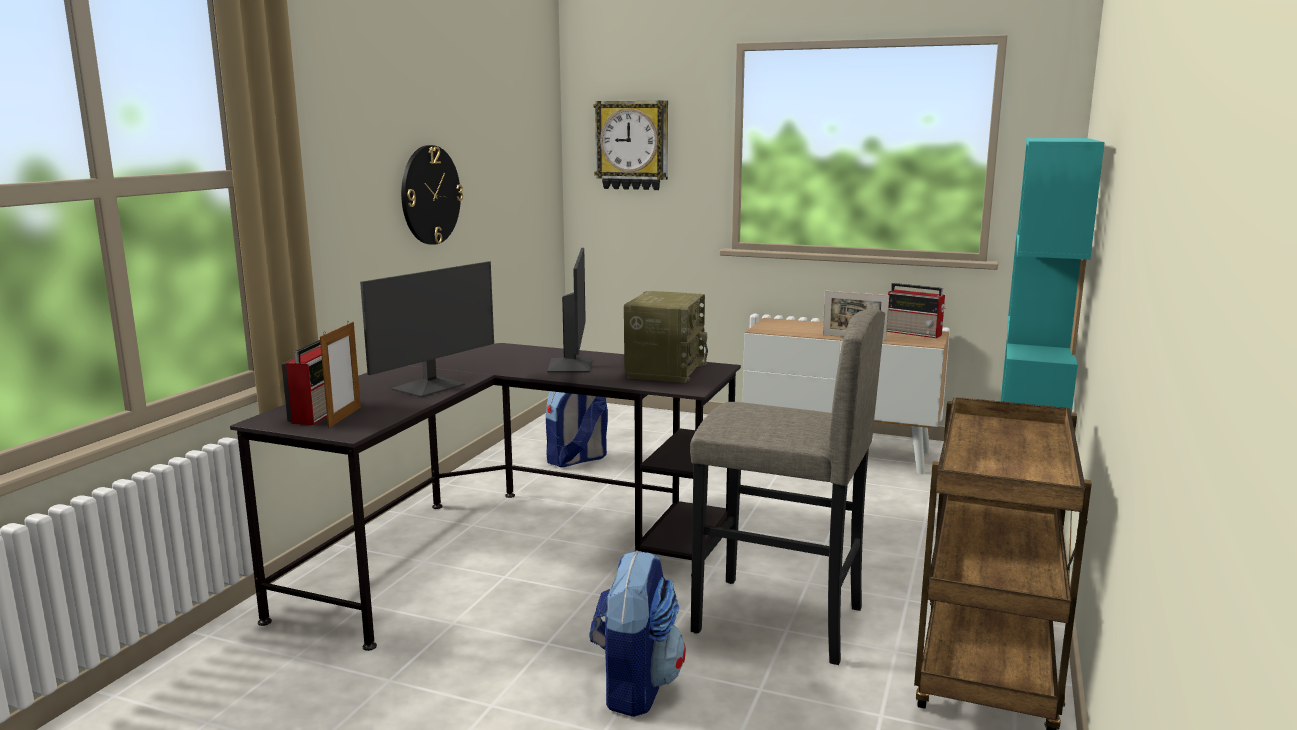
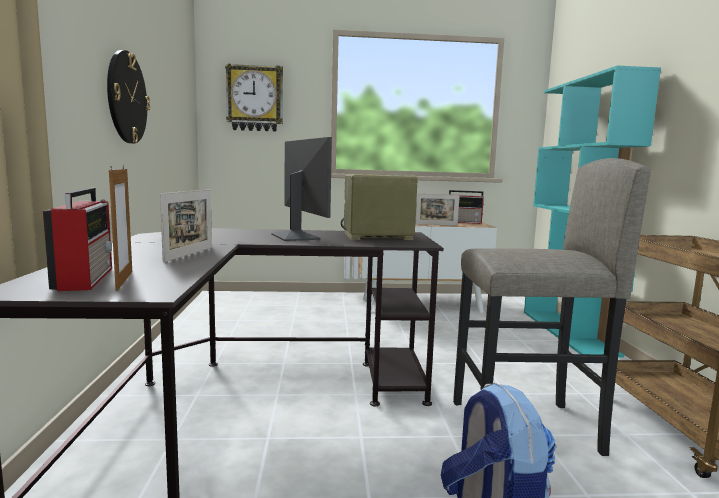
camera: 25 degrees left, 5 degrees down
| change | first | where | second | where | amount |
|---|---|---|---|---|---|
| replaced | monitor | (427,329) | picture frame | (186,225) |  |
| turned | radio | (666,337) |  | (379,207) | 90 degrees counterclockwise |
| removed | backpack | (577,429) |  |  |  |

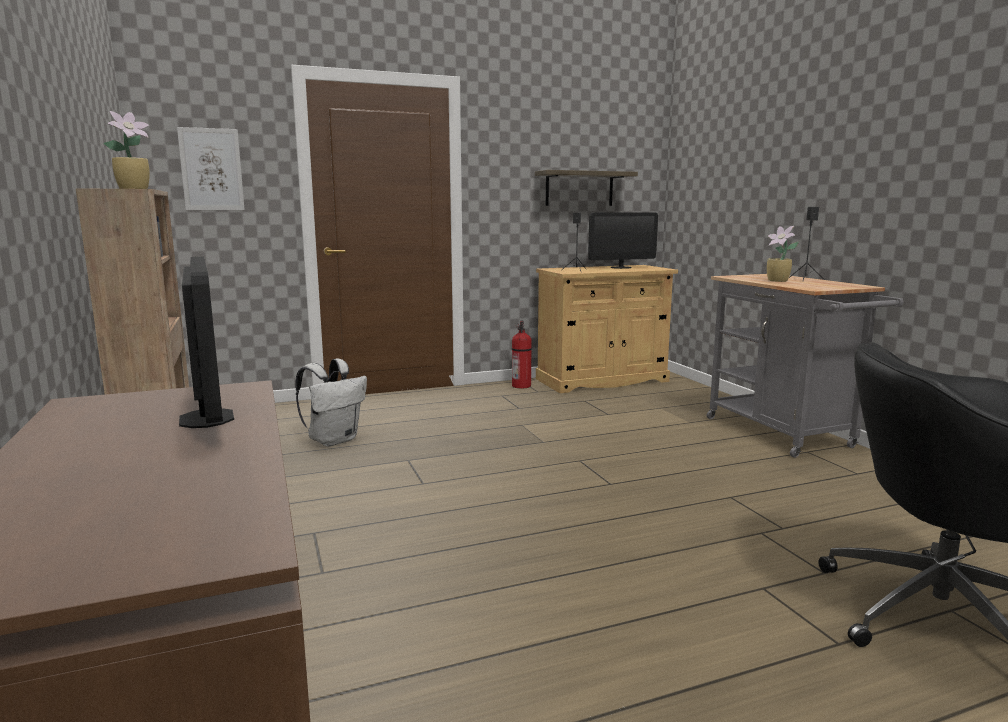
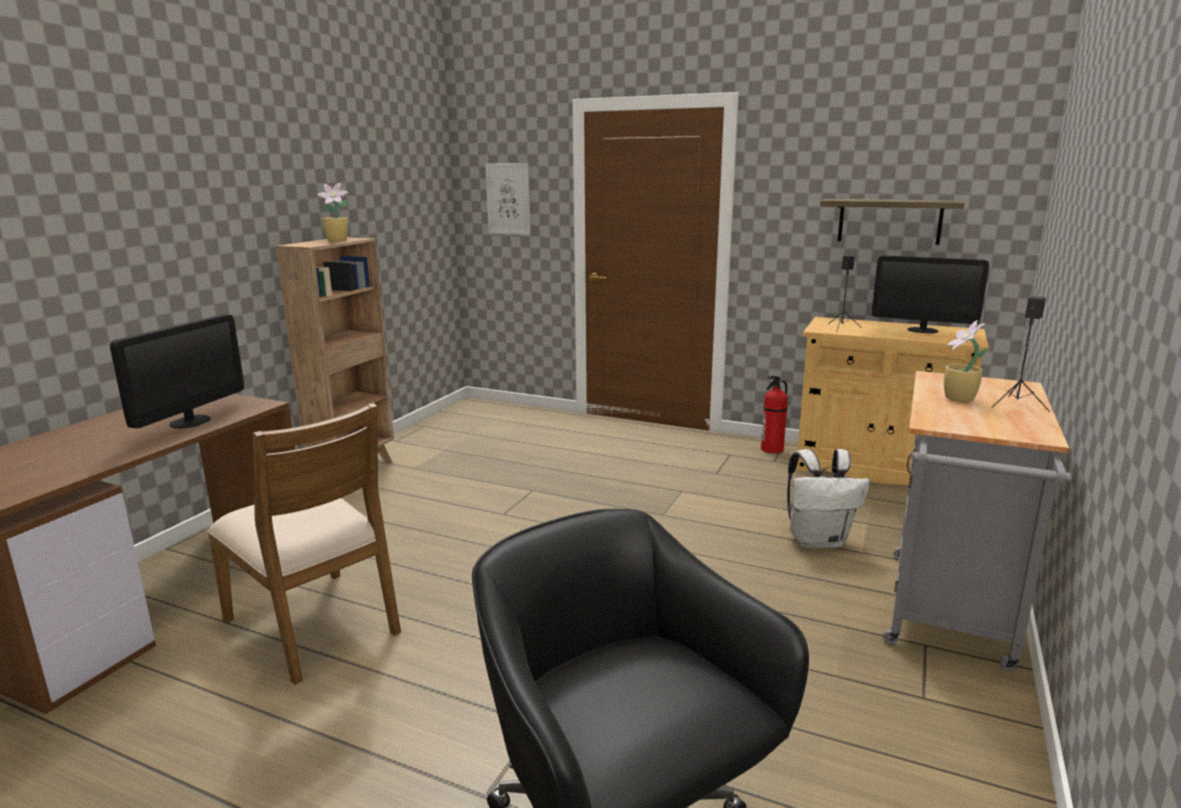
camera: 45 degrees right, 5 degrees up
| change | first | where | second | where | amount |
|---|---|---|---|---|---|
| moved | backpack (white) | (331,403) |  | (828,498) |  |
| added |  |  | chair (brown) | (304,544) |  |

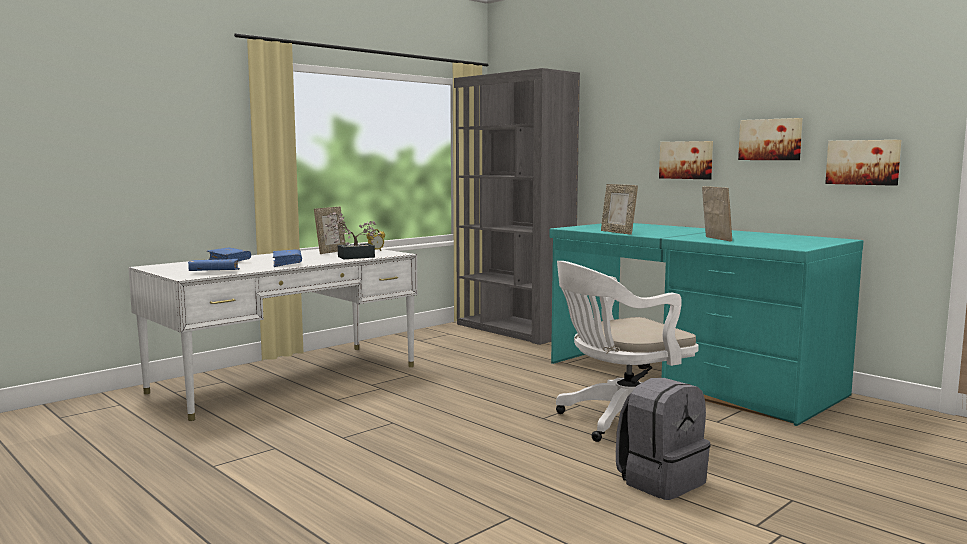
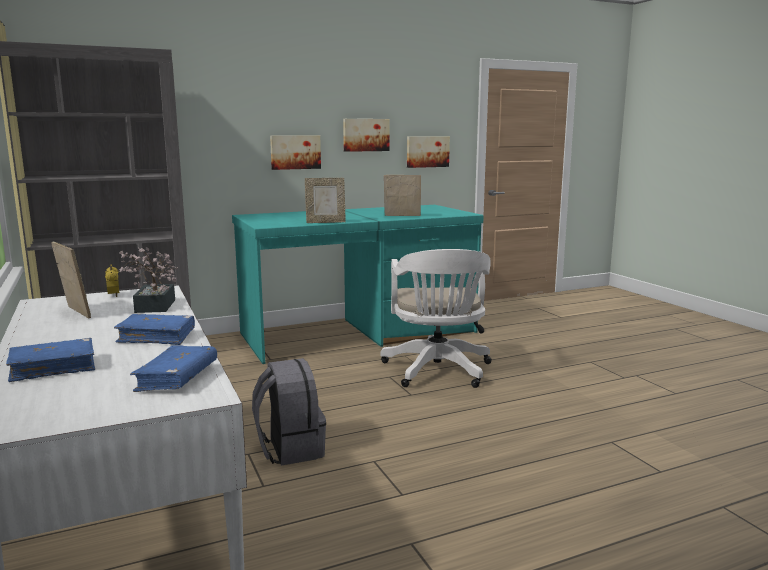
camera: 70 degrees left, 5 degrees up
| change | first | where | second | where | amount |
|---|---|---|---|---|---|
| moved | backpack (grey) | (663,439) |  | (289,412) |  |

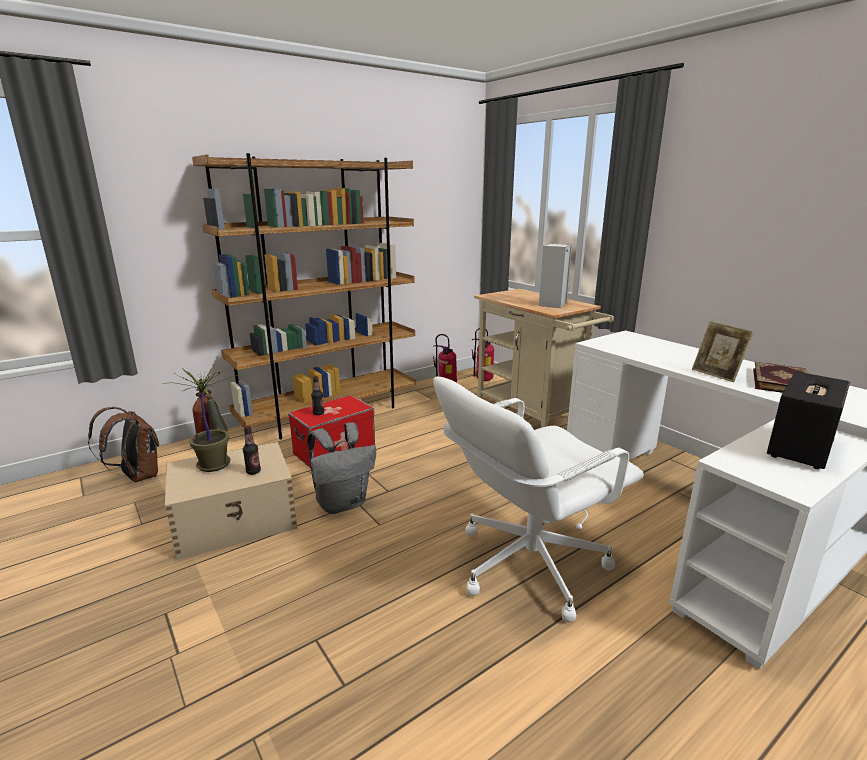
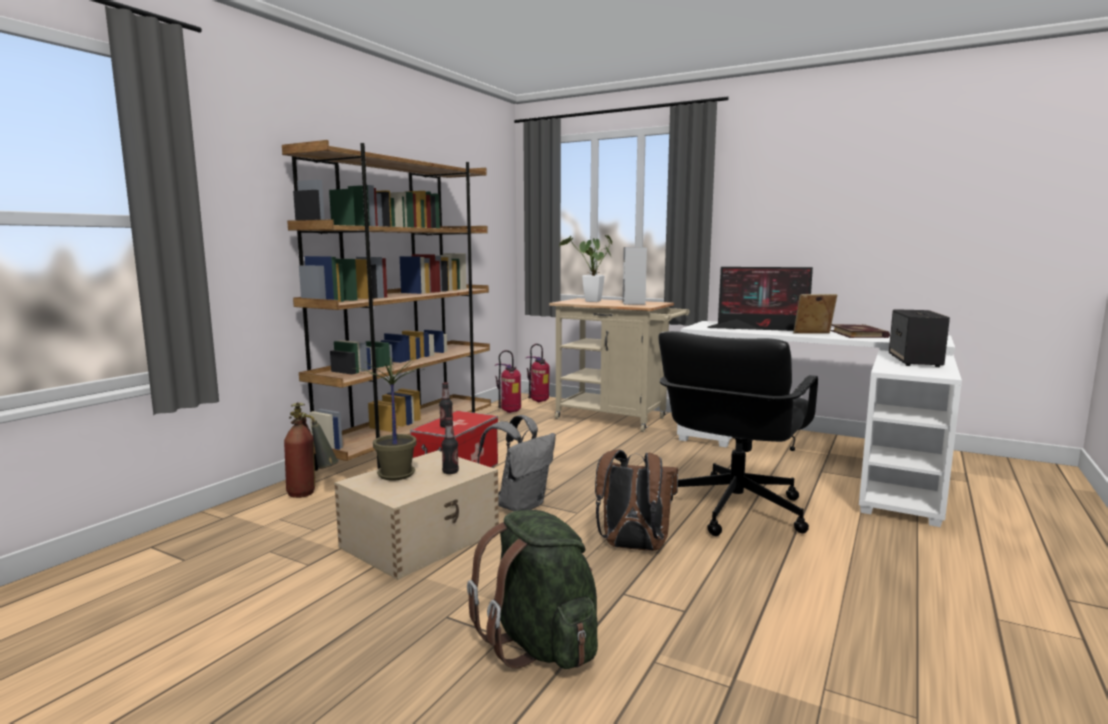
camera: 25 degrees left, 10 degrees down
| change | first | where | second | where | amount |
|---|---|---|---|---|---|
| turned | picture frame | (723,351) |  | (815,314) | 150 degrees clockwise |
| recoloured | office chair (white) | (538,500) | office chair (black) | (738,433) |  |
| moved | backpack (brown) | (123,444) |  | (636,500) |  |
| added |  |  | potted plant | (585,268) |  |
| added |  |  | monitor | (760,299) |  |
| added |  |  | backpack (green) | (532,589) |  |

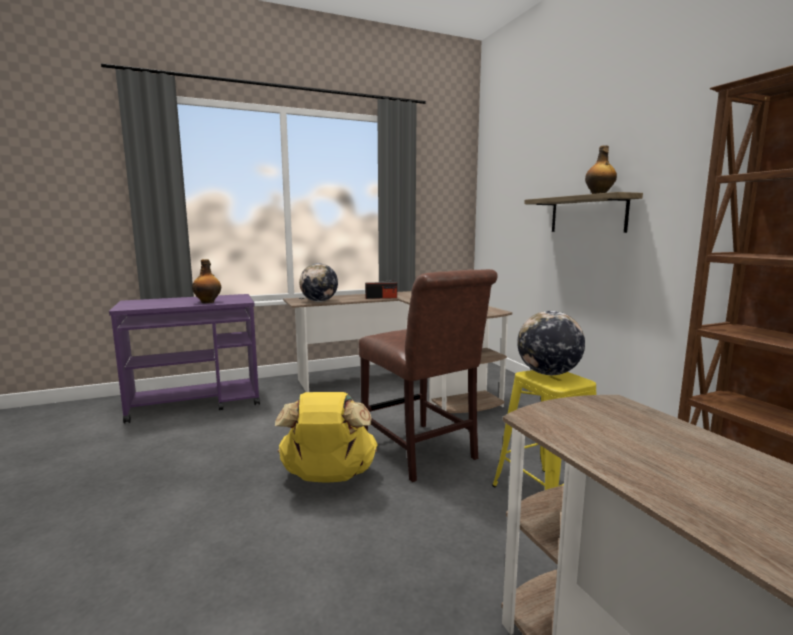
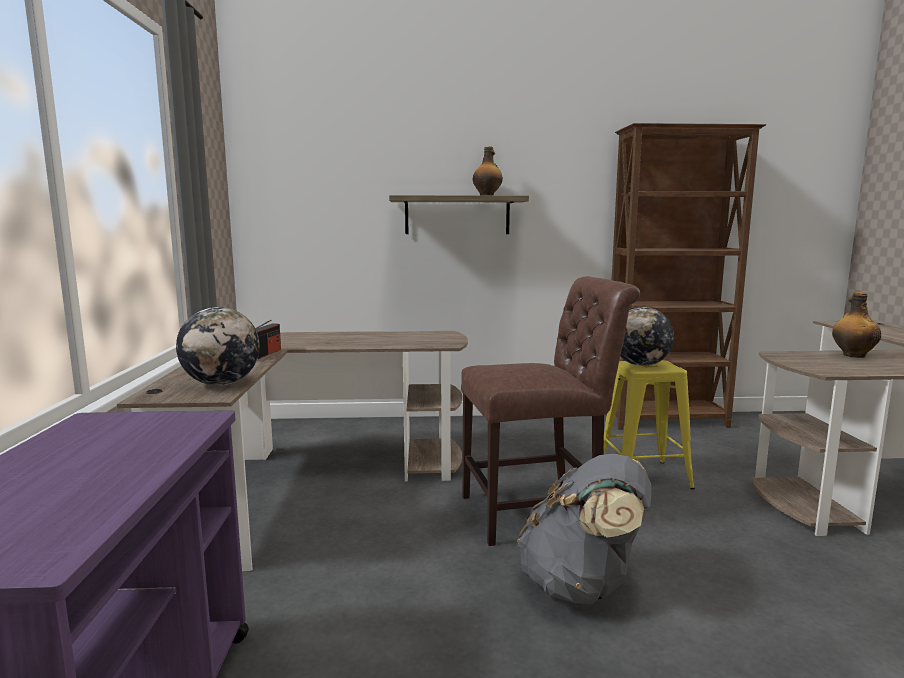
camera: 70 degrees left, 0 degrees up
| change | first | where | second | where | amount |
|---|---|---|---|---|---|
| moved | bottle | (206,281) |  | (856,325) |  |
| recoloured | backpack (yellow) | (326,437) | backpack (grey) | (584,529) |  |

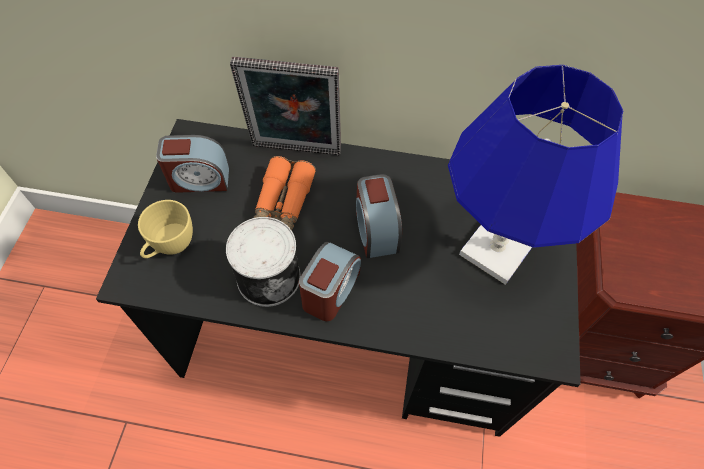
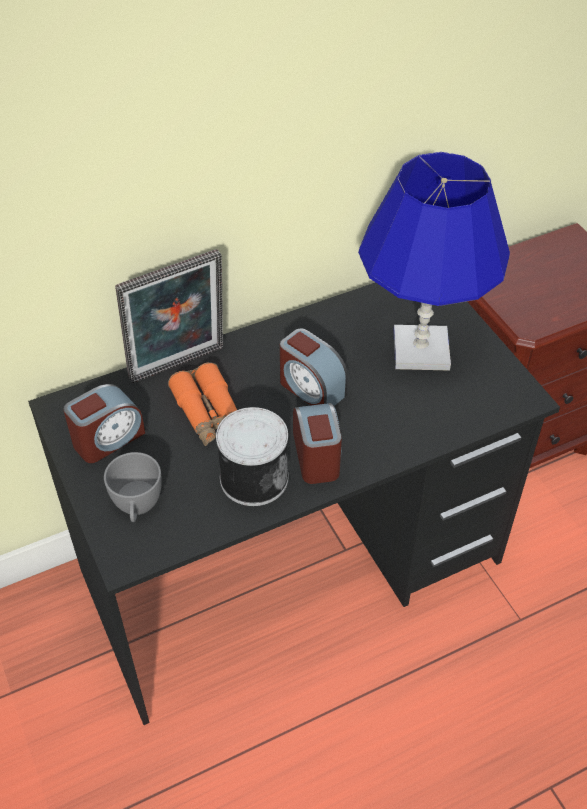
camera: 35 degrees left, 10 degrees down
| change | first | where | second | where | amount |
|---|---|---|---|---|---|
| recoloured | cup (yellow) | (165,229) | cup (grey) | (133,487) |  |

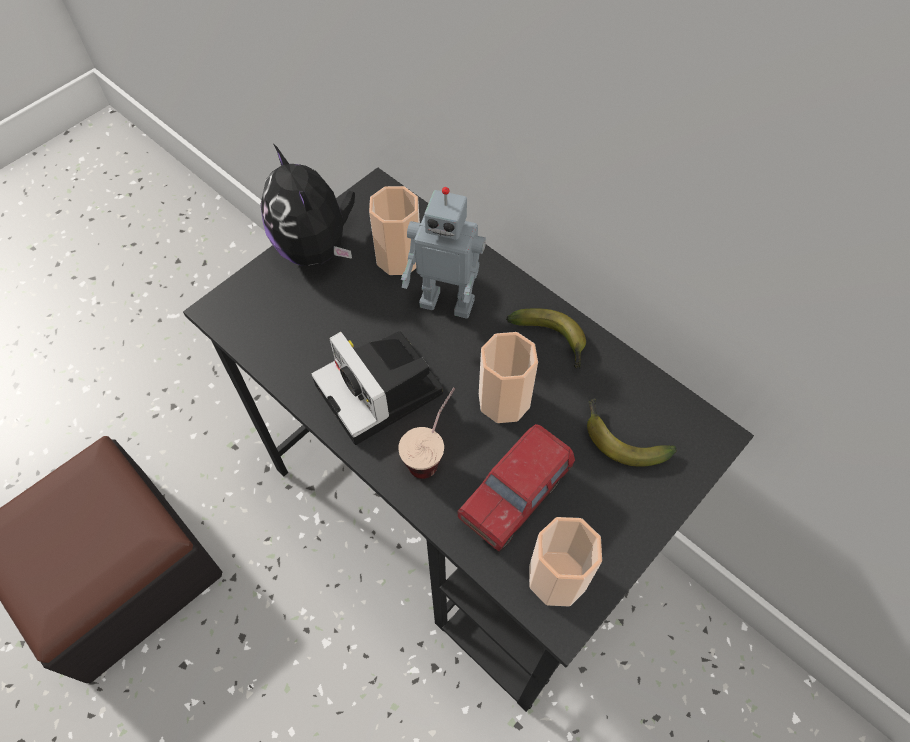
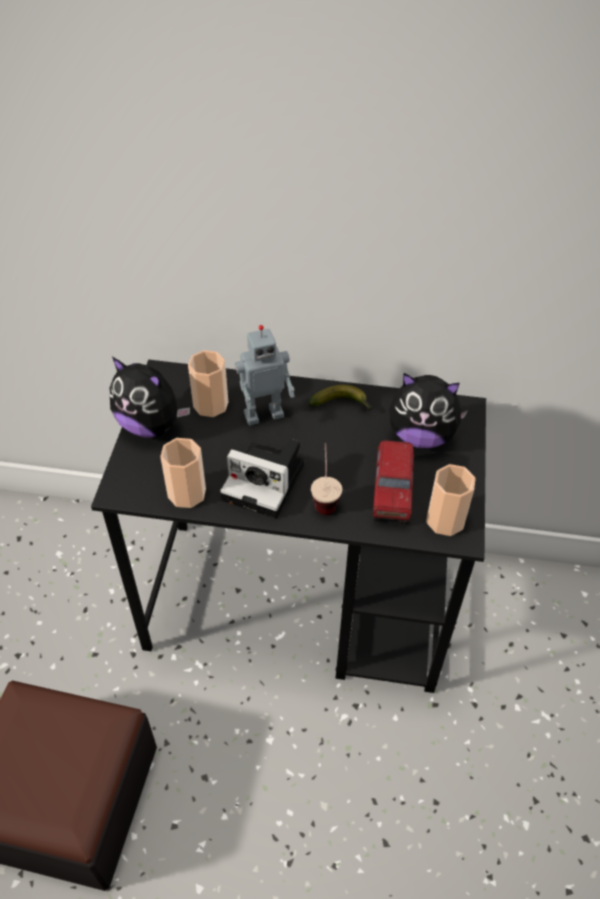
camera: 35 degrees left, 10 degrees down
| change | first | where | second | where | amount |
|---|---|---|---|---|---|
| moved | cup | (508,377) |  | (183,473) |  |
| replaced | banana | (632,432) | plush toy | (428,411) |  |

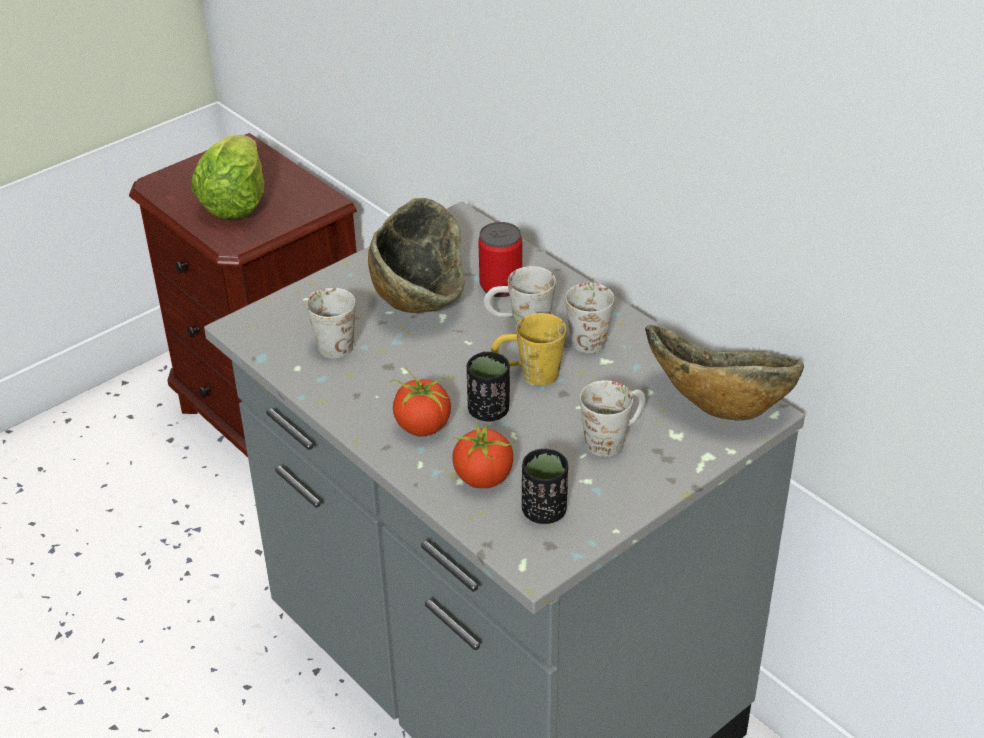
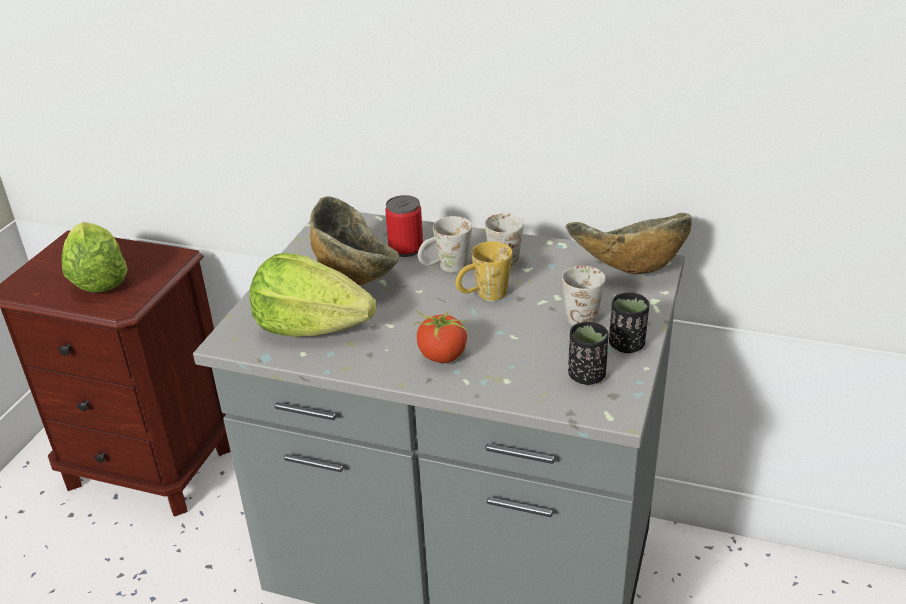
camera: 30 degrees left, 5 degrees down
| change | first | where | second | where | amount |
|---|---|---|---|---|---|
| replaced | mug (white) | (331,323) | lettuce | (313,295) |  |
| moved | cup (black) | (488,386) |  | (629,322) |  |
| removed | tomato | (483,454) |  |  |  |

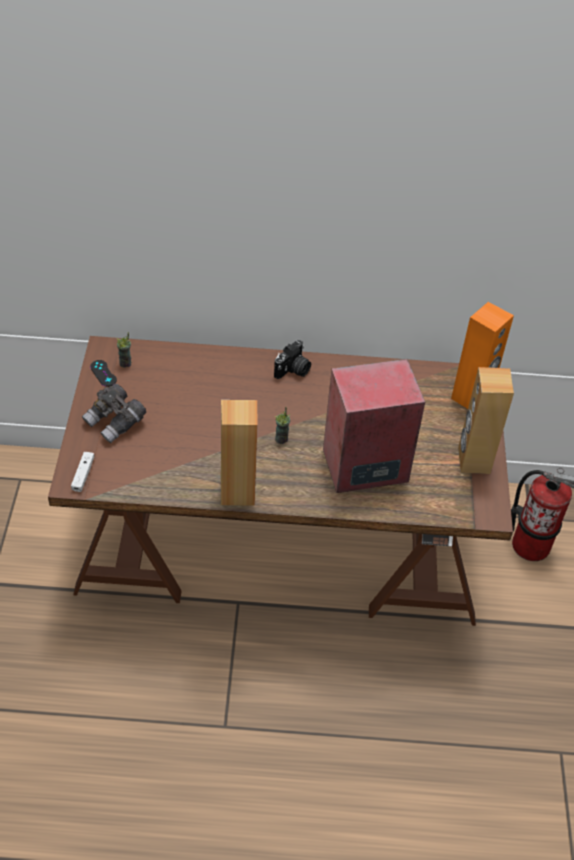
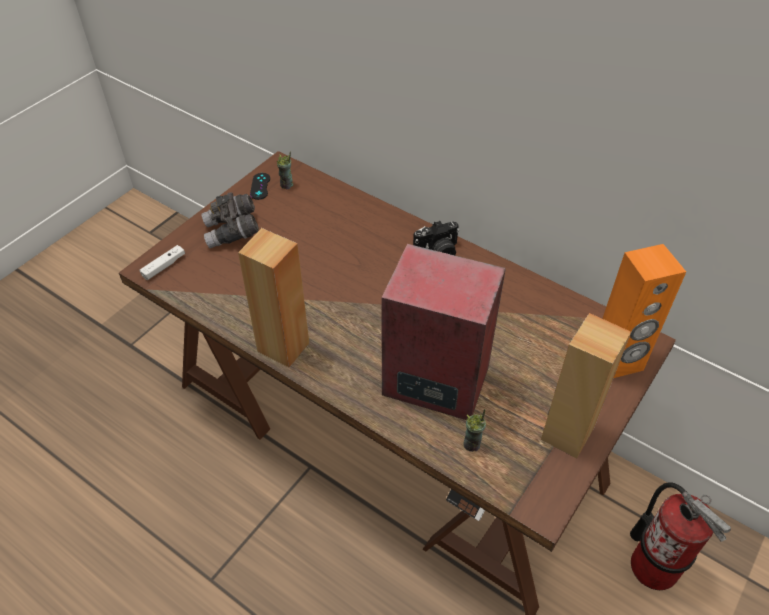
camera: 35 degrees right, 0 degrees up
| change | first | where | second | where | amount |
|---|---|---|---|---|---|
| moved | cup | (282,425) |  | (474,430) |  |

